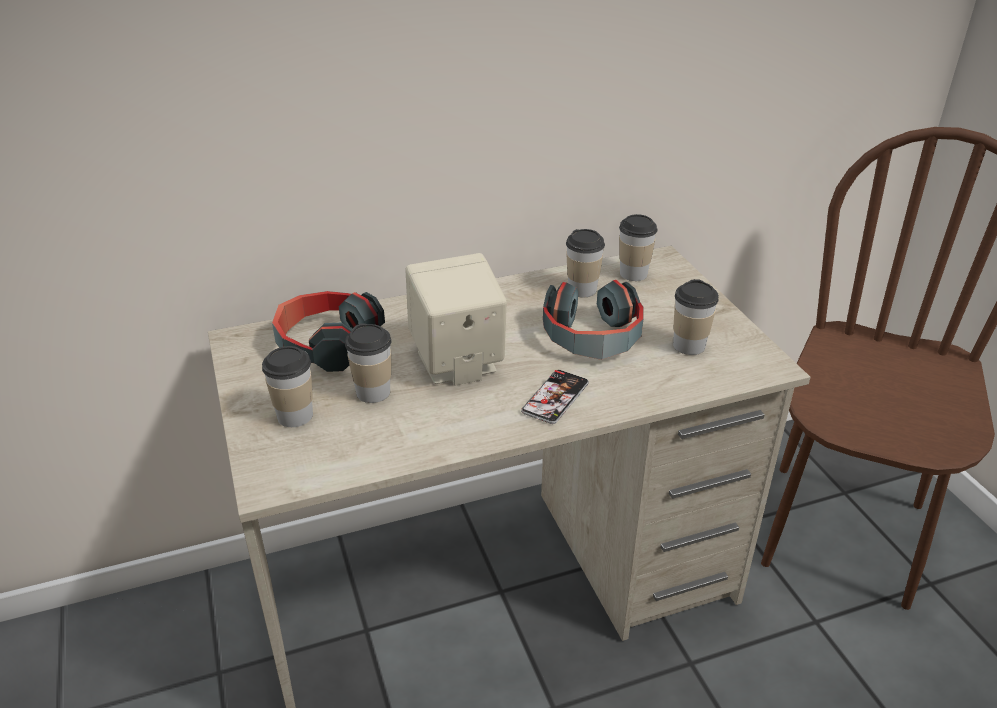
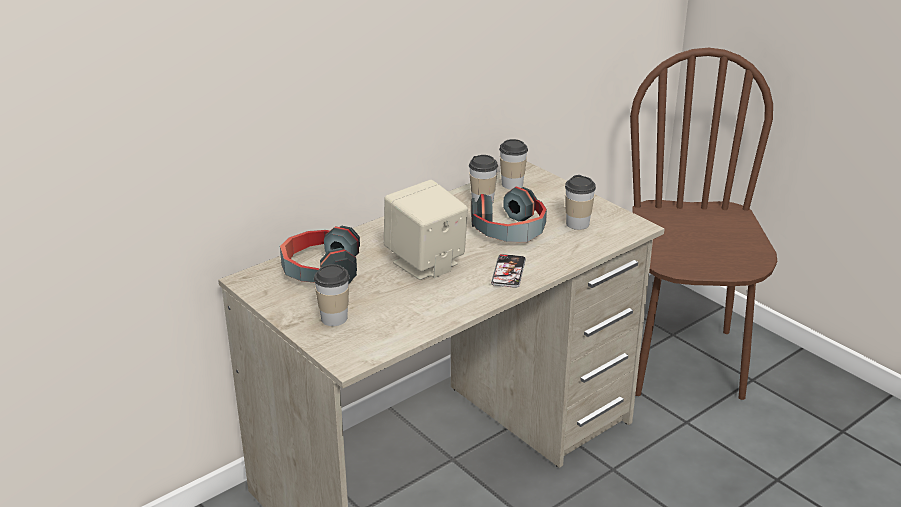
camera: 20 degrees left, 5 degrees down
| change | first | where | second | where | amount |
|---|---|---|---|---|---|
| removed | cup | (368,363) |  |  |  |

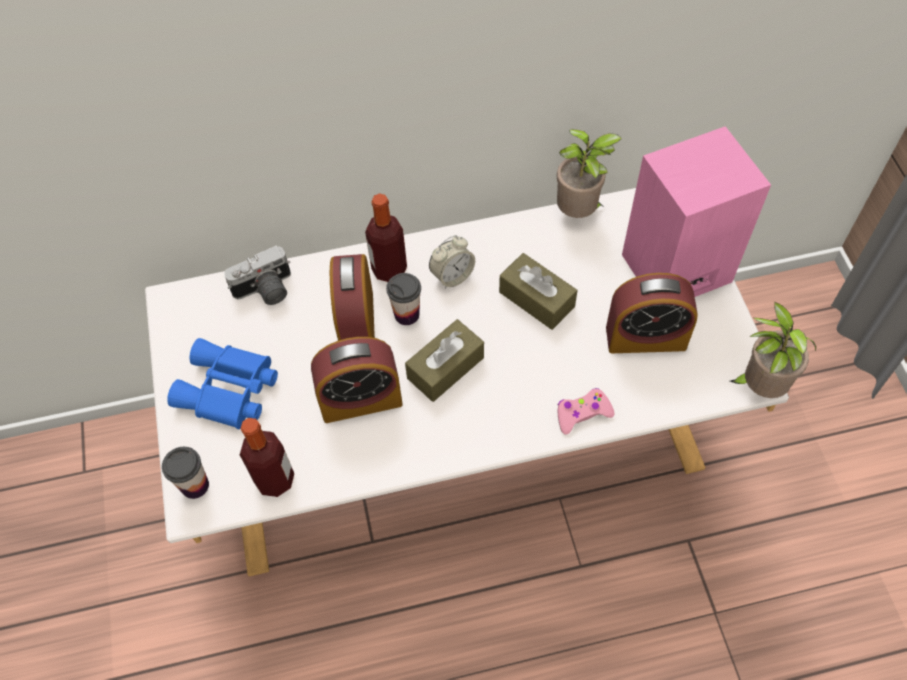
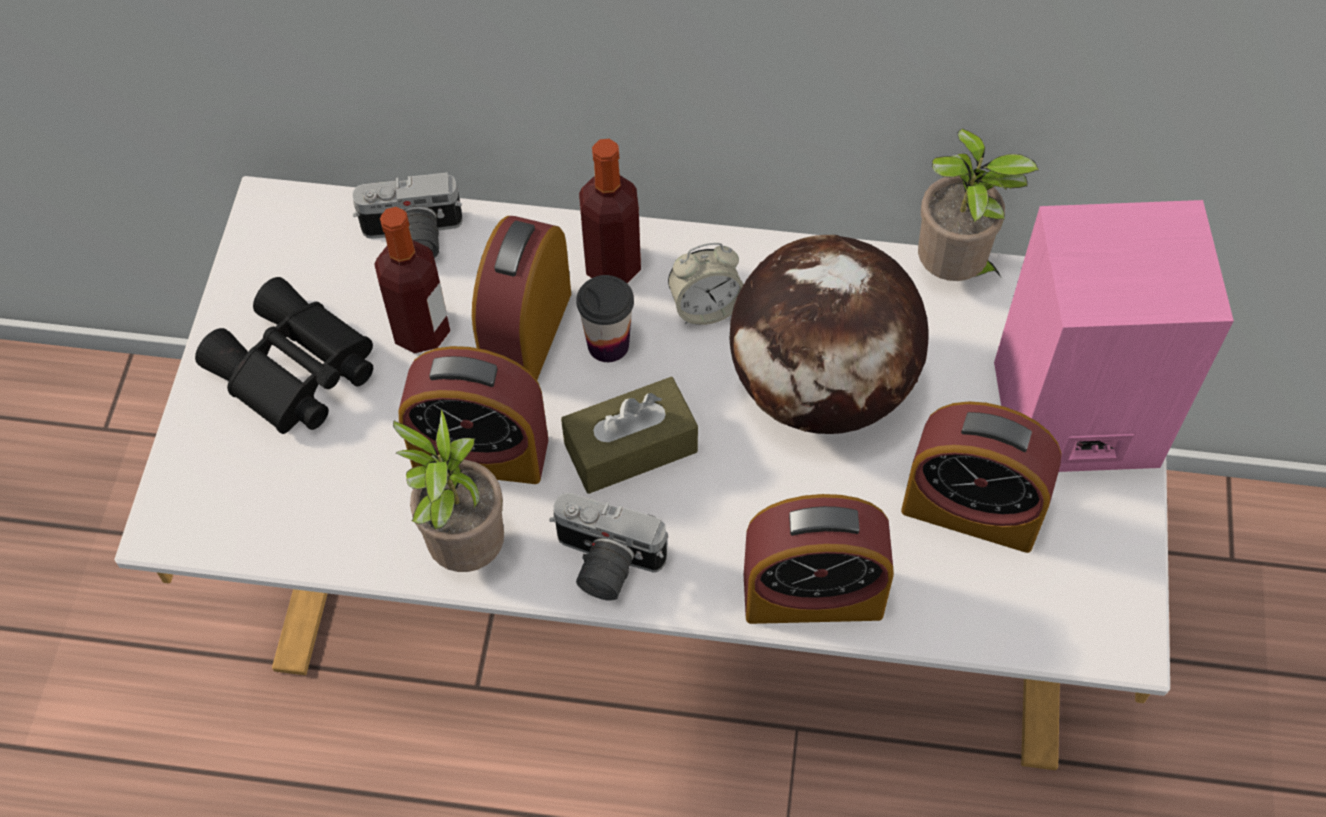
camera: 20 degrees right, 0 degrees up
| change | first | where | second | where | amount |
|---|---|---|---|---|---|
| replaced | tissue box (brown) | (538,291) | globe | (829,334) |  |
| moved | potted plant | (773,349) |  | (448,490) |  |
| recoloured | binoculars (blue) | (222,383) | binoculars (black) | (284,355) |  |
| replaced | game controller (pink) | (586,411) | alarm clock | (819,559) |  |
| moved | bottle | (267,457) |  | (412,280) |  |
| removed | cup | (185,473) |  |  |  |
| added |  |  | photo camera | (608,547) |  |

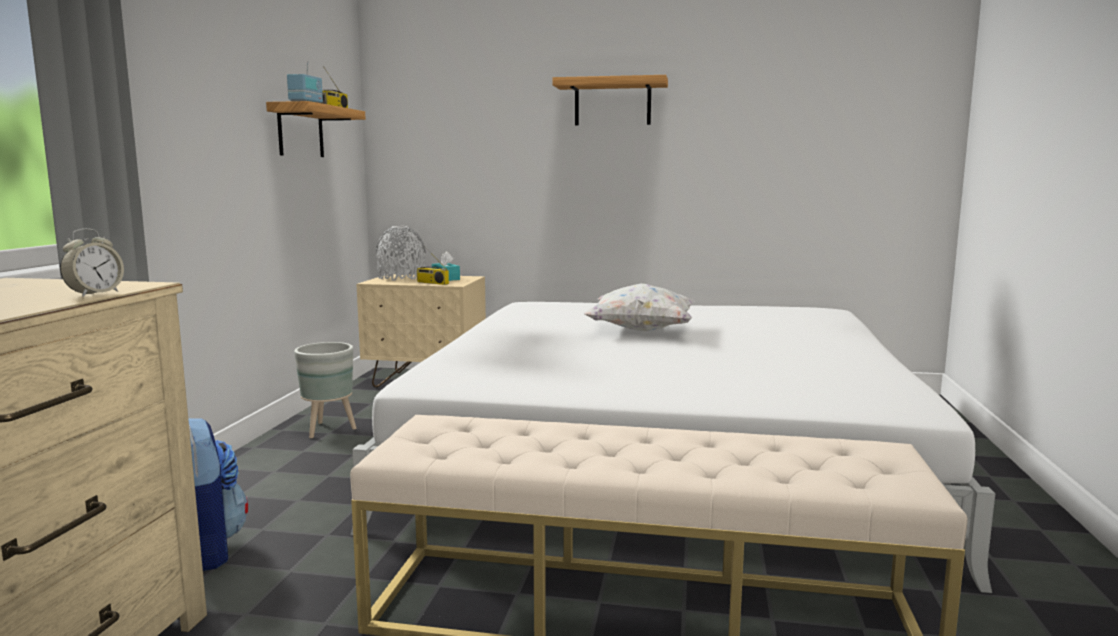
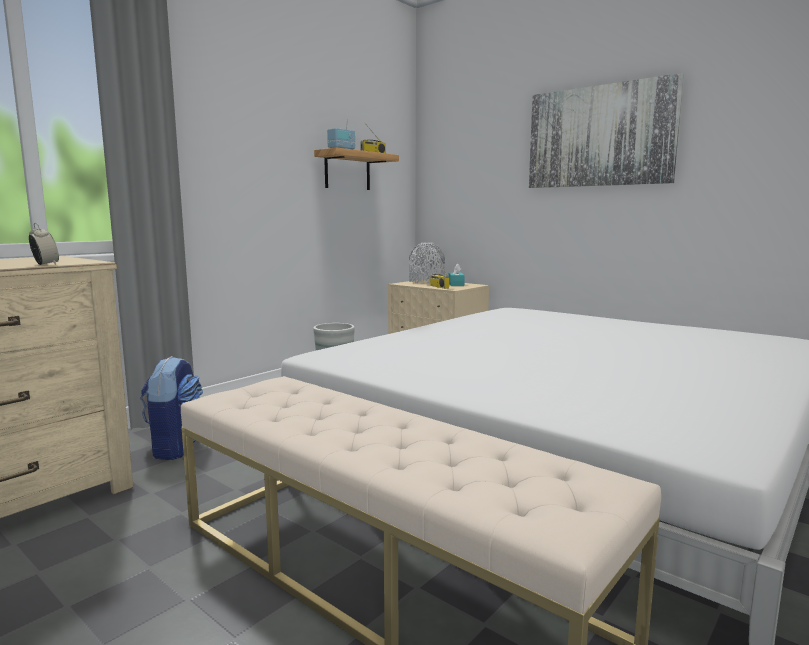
camera: 30 degrees right, 0 degrees up
| change | first | where | second | where | amount |
|---|---|---|---|---|---|
| replaced | shelf | (610,100) | picture | (606,130) |  |
| turned | alarm clock | (92,262) |  | (44,244) | 105 degrees counterclockwise |
| removed | pillow (white) | (639,307) |  |  |  |

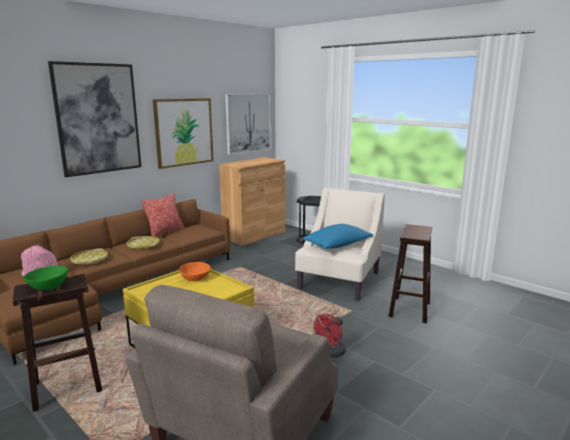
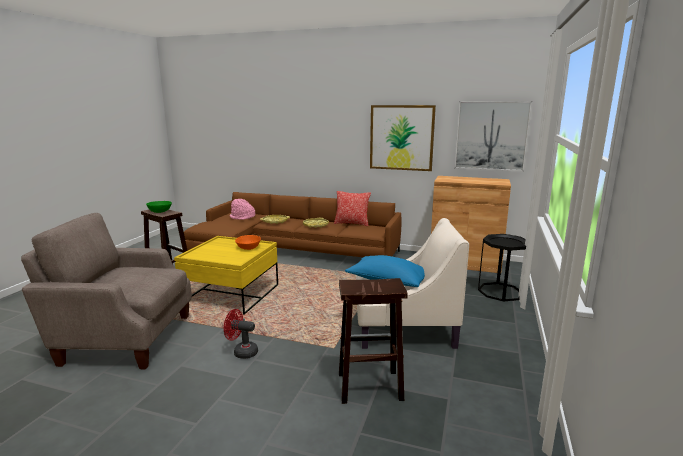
camera: 65 degrees right, 0 degrees up
| change | first | where | second | where | amount |
|---|---|---|---|---|---|
| removed | picture | (94,119) |  |  |  |

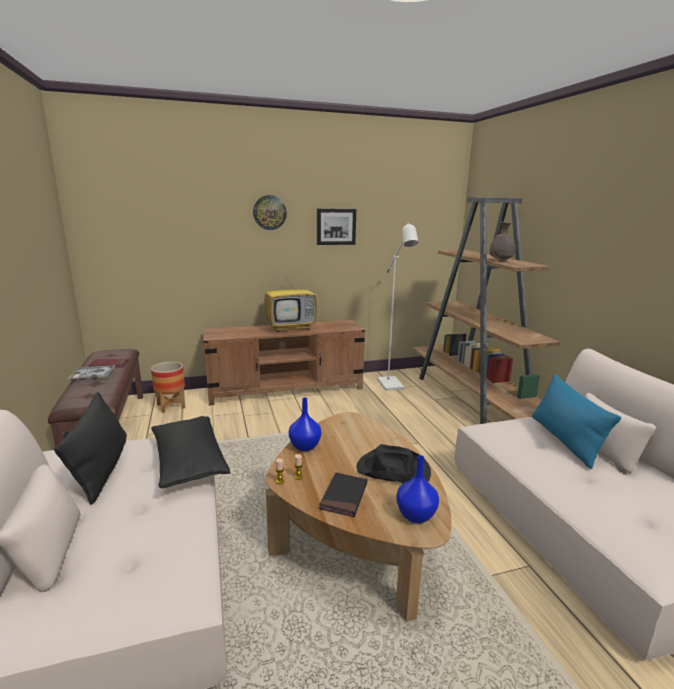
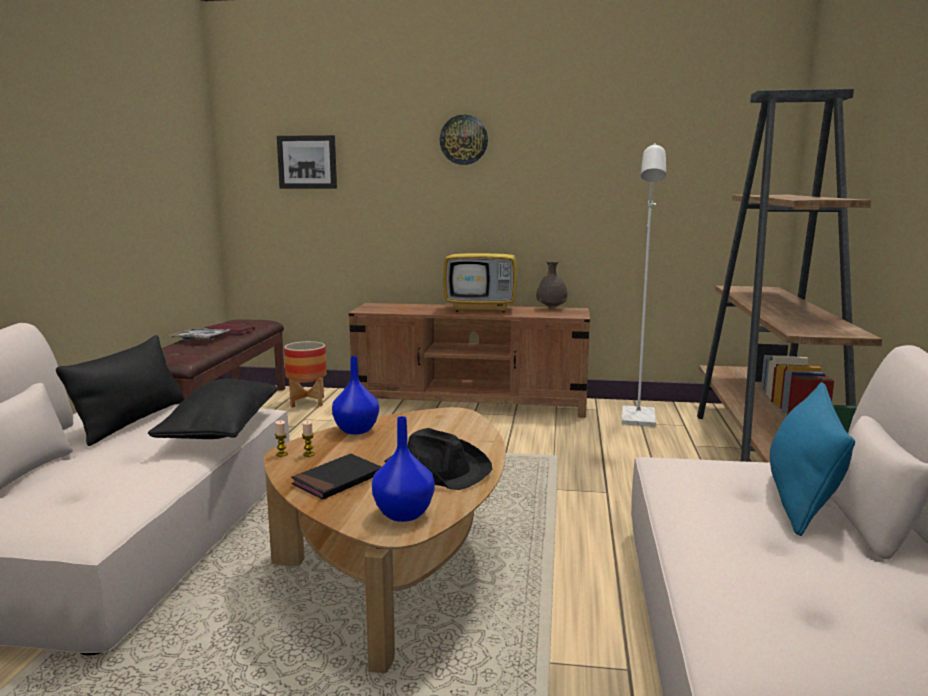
camera: 25 degrees right, 5 degrees down
| change | first | where | second | where | amount |
|---|---|---|---|---|---|
| moved | picture | (336,227) |  | (307,161) |  |
| moved | vase (grey) | (502,242) |  | (552,284) |  |

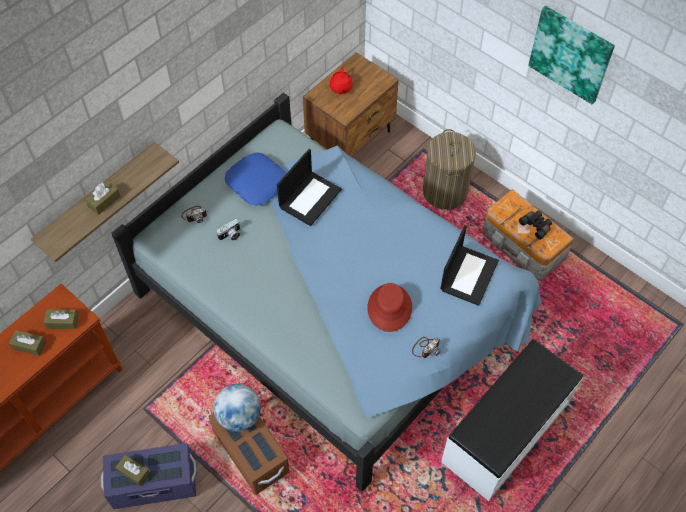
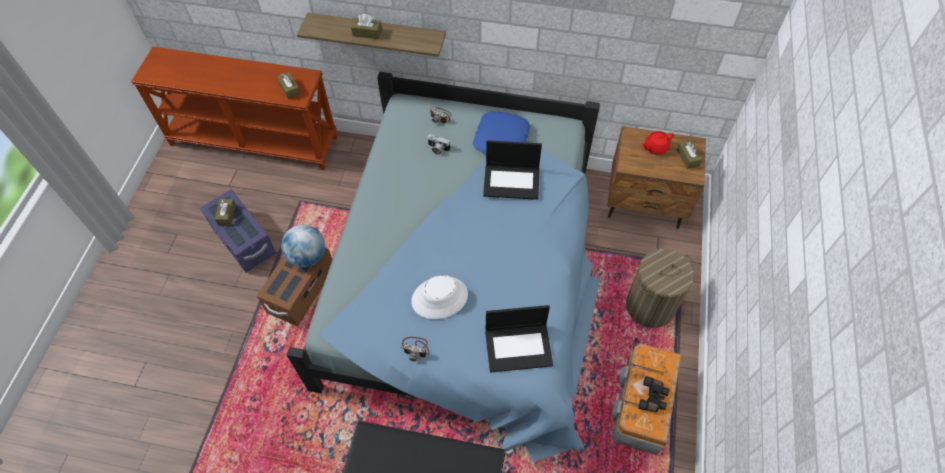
camera: 60 degrees right, 0 degrees up
| change | first | where | second | where | amount |
|---|---|---|---|---|---|
| removed | picture | (571,55) |  |  |  |
| recoloured | hat (red) | (389,307) | hat (white) | (439,297) |  |
| moved | tissue box (brown) | (27,343) |  | (690,154) |  |

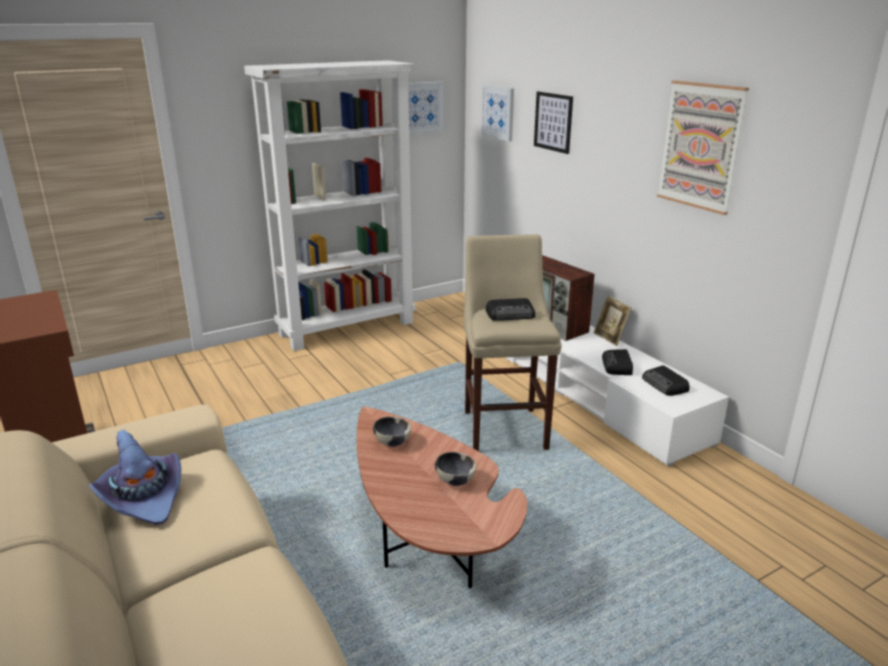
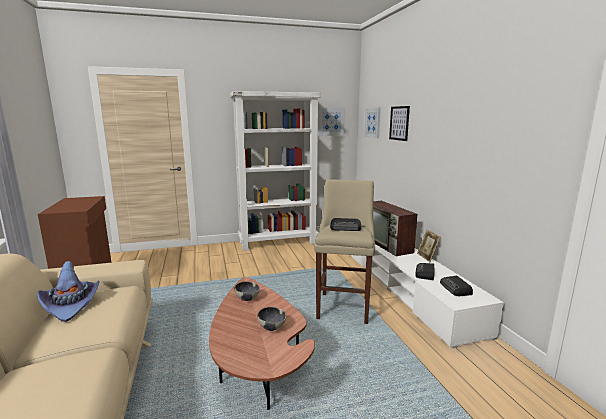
camera: 15 degrees right, 10 degrees down
| change | first | where | second | where | amount |
|---|---|---|---|---|---|
| removed | picture | (703,147) |  |  |  |

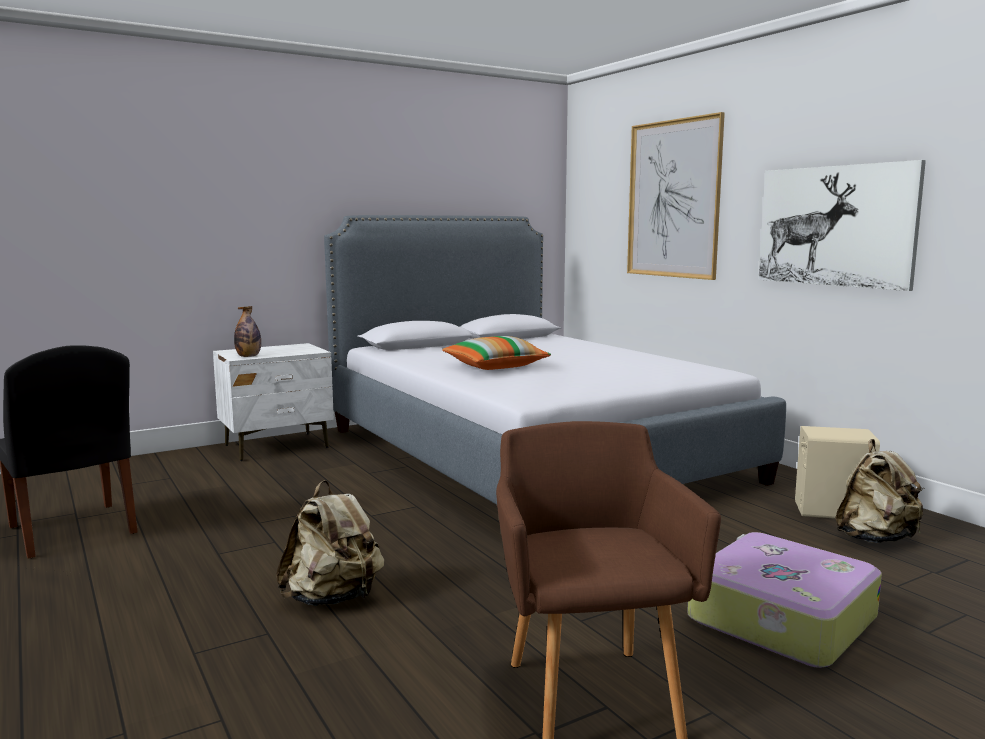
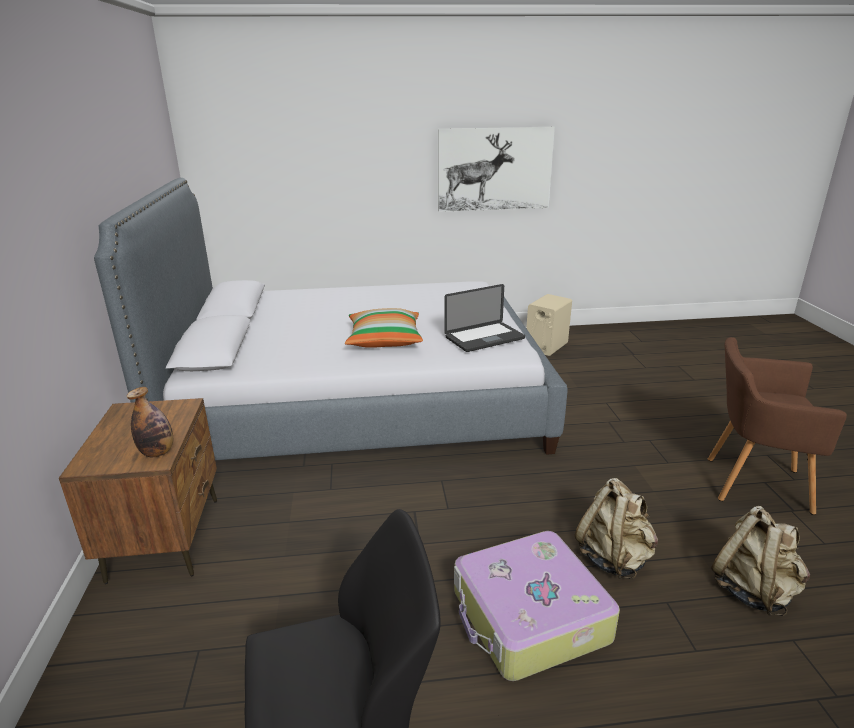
camera: 65 degrees left, 15 degrees up
| change | first | where | second | where | amount |
|---|---|---|---|---|---|
| removed | picture | (676,196) |  |  |  |
| recoloured | nightstand (white) | (273,402) | nightstand (brown) | (138,491) |  |
| moved | backpack (beige) | (879,491) |  | (760,561) |  |
| moved | suitcase | (784,600) |  | (537,606) |  |
| added |  |  | laptop | (484,318) |  |

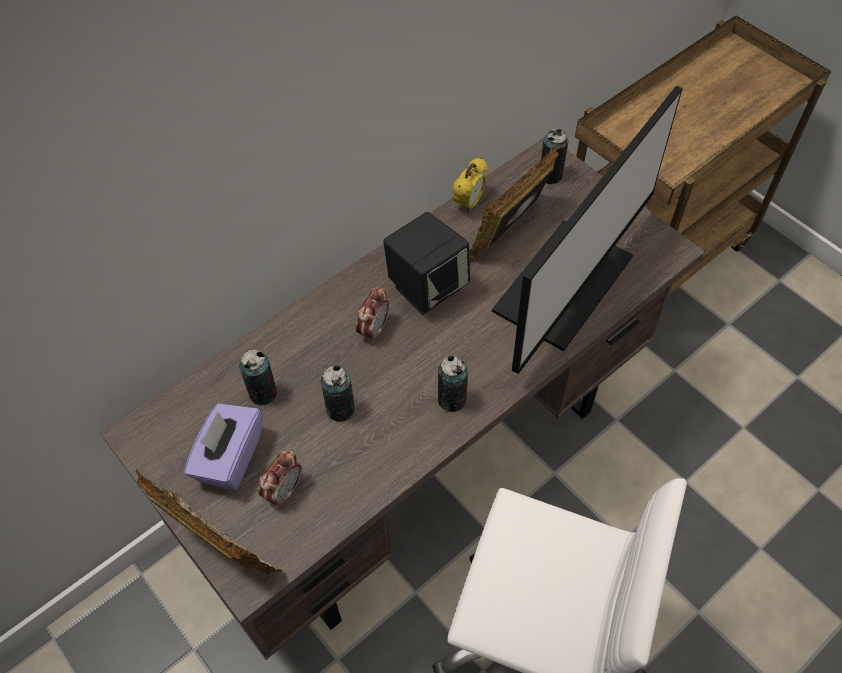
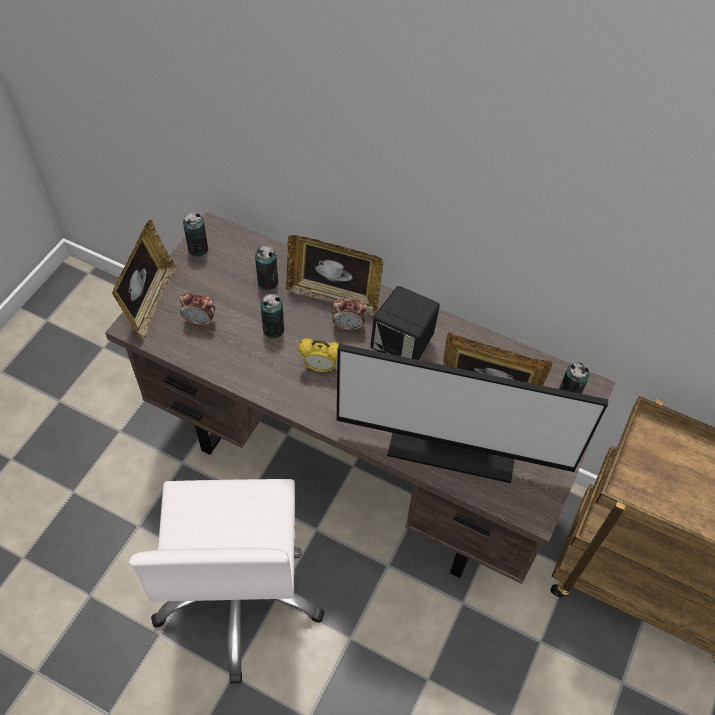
camera: 65 degrees right, 0 degrees up
| change | first | where | second | where | amount |
|---|---|---|---|---|---|
| moved | alarm clock | (470,184) |  | (318,355) |  |
| moved | can | (453,384) |  | (195,234) |  |
| removed | tissue box (purple) | (223,447) |  |  |  |
| added |  |  | picture frame | (334,275) |  |

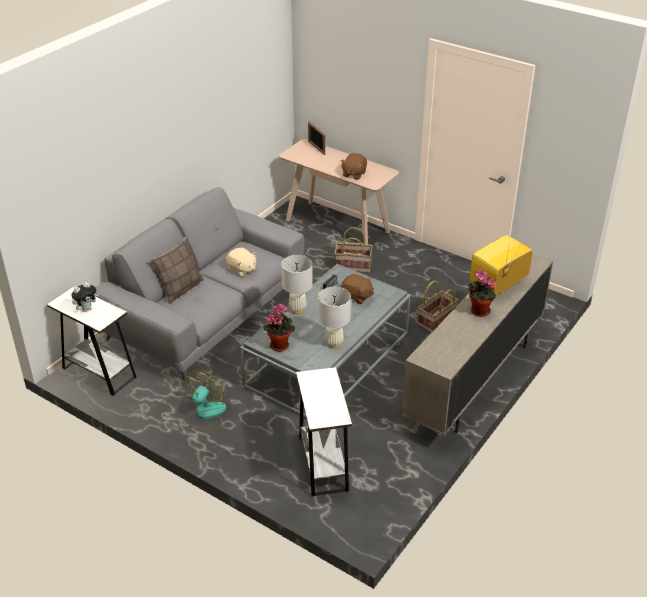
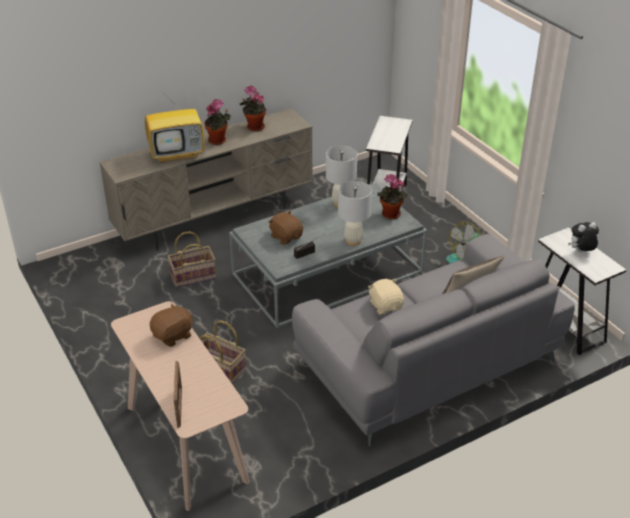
camera: 155 degrees left, 0 degrees up
| change | first | where | second | where | amount |
|---|---|---|---|---|---|
| added |  |  | potted plant | (253,108) |  |

